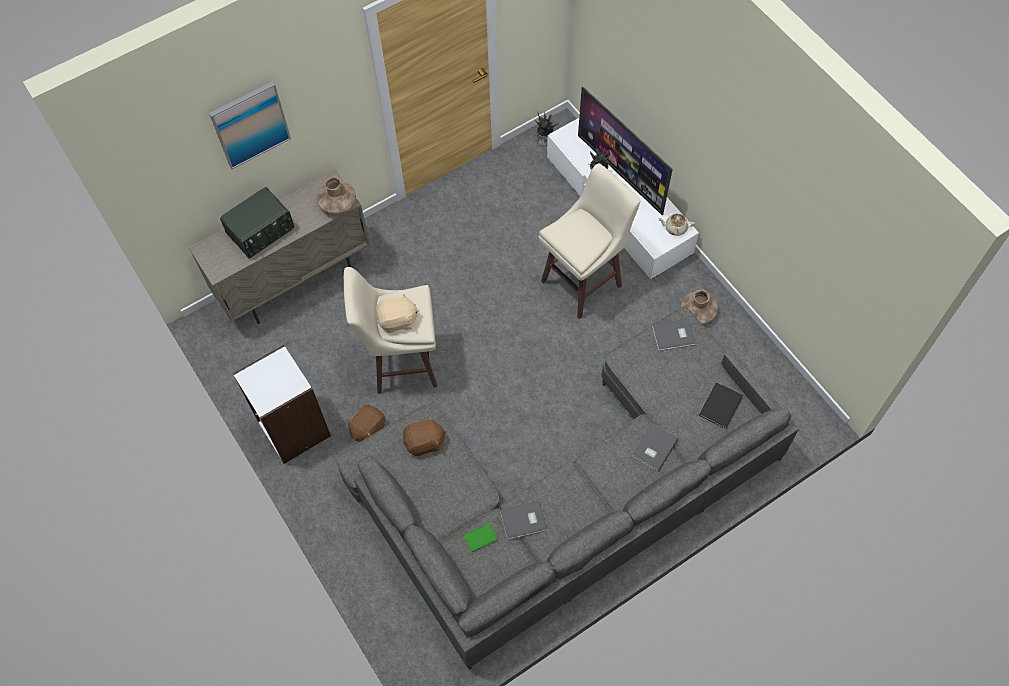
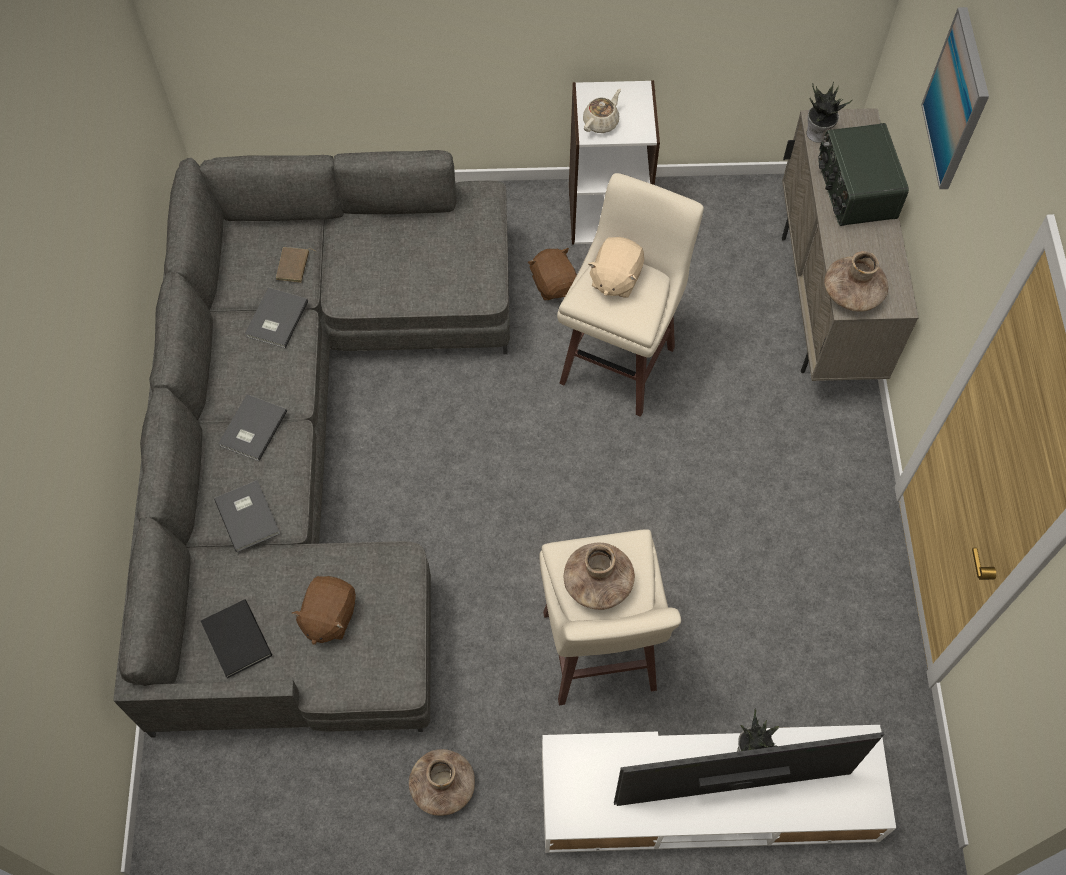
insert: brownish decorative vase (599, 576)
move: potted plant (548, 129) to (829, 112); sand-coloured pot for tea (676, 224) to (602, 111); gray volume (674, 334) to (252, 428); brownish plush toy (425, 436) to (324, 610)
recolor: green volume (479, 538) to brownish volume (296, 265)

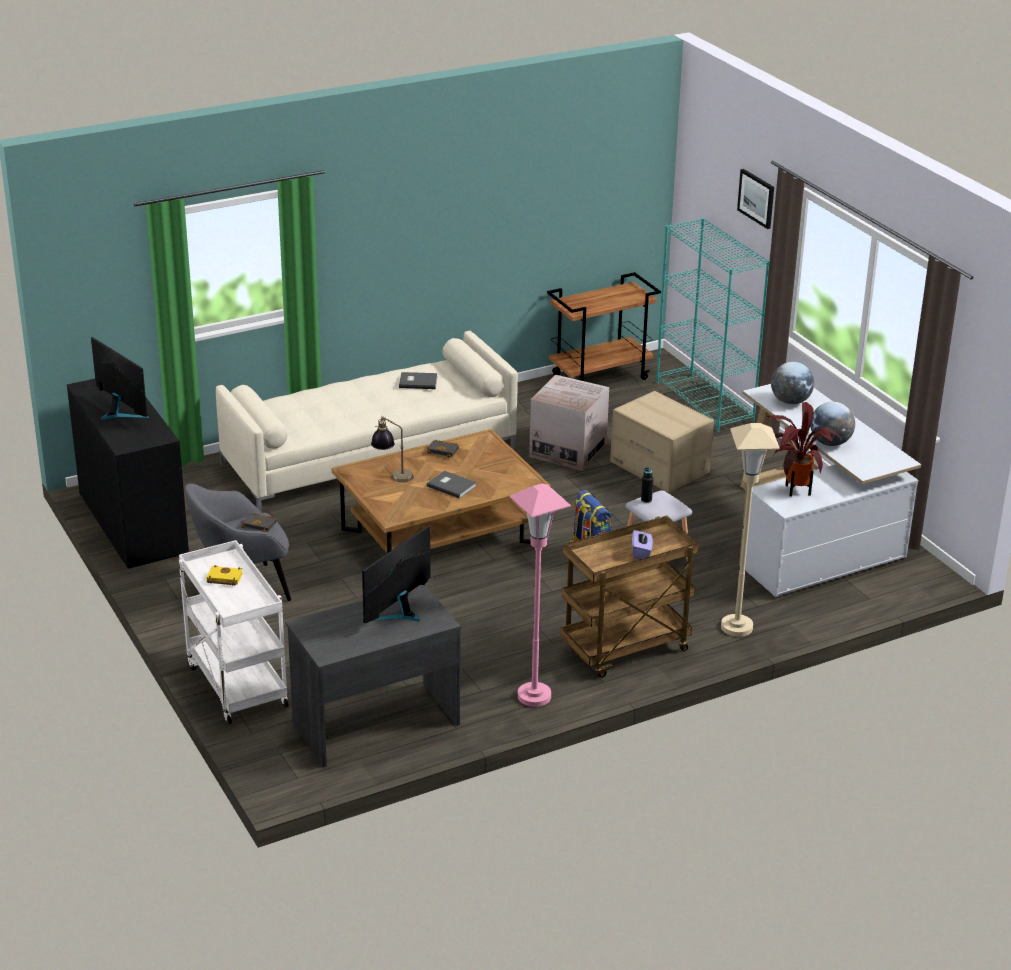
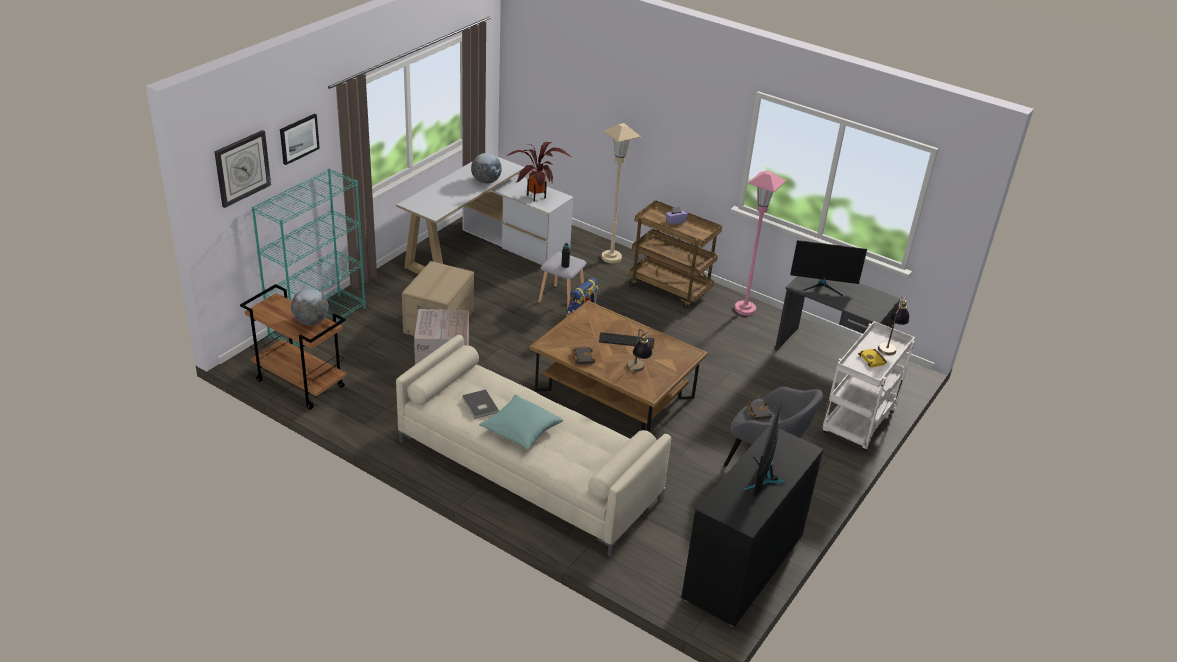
insert: wall clock (242, 169); tabletop lamp (893, 326); turquoise cushion (521, 422)
move: world globe (792, 383) to (310, 306)
replace: gray volume (452, 485) to keyboard (627, 340)

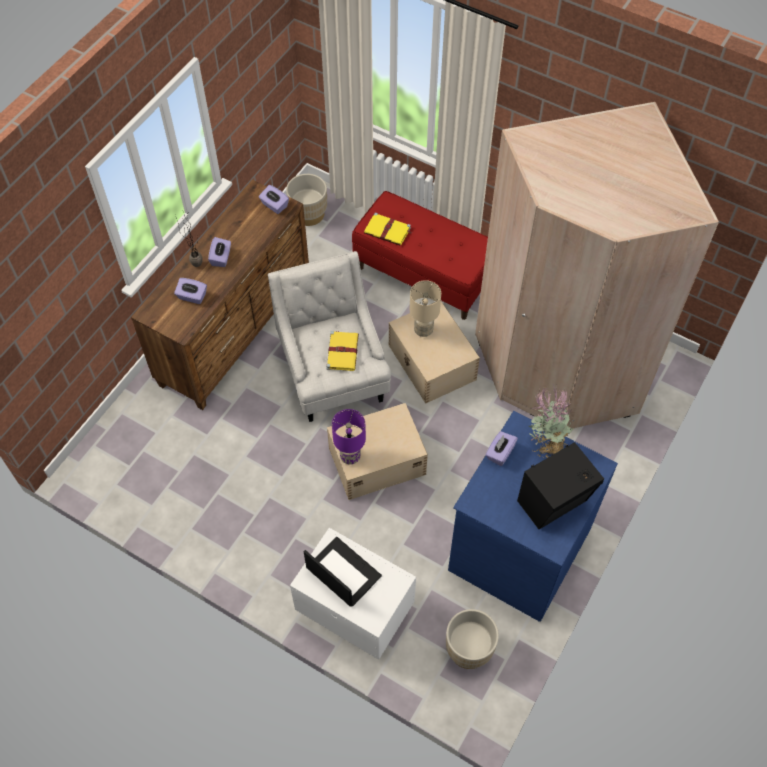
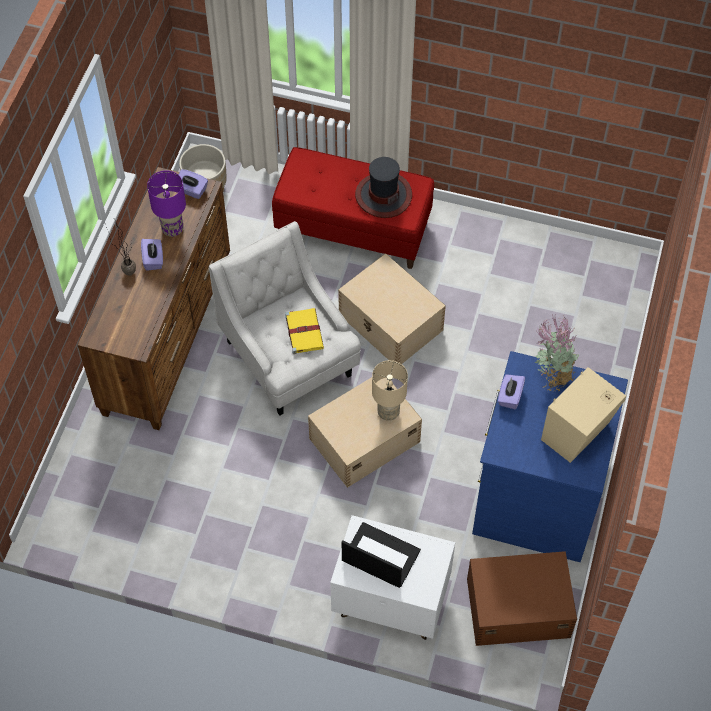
delete: sand-coloured clothes cupboard (597, 266); yellowish volume (388, 229); purple tissue holder (190, 291)
insert: wearable hat (383, 187)
move: sand-coloured tabletop lamp (425, 308) to (390, 390); purple tabletop lamp (349, 437) to (166, 204)
replace: sand-coloured planter (472, 639) to brownish storage box (522, 598)
recolor: blackish loudspeaker (560, 485) to sand-coloured loudspeaker (583, 415)

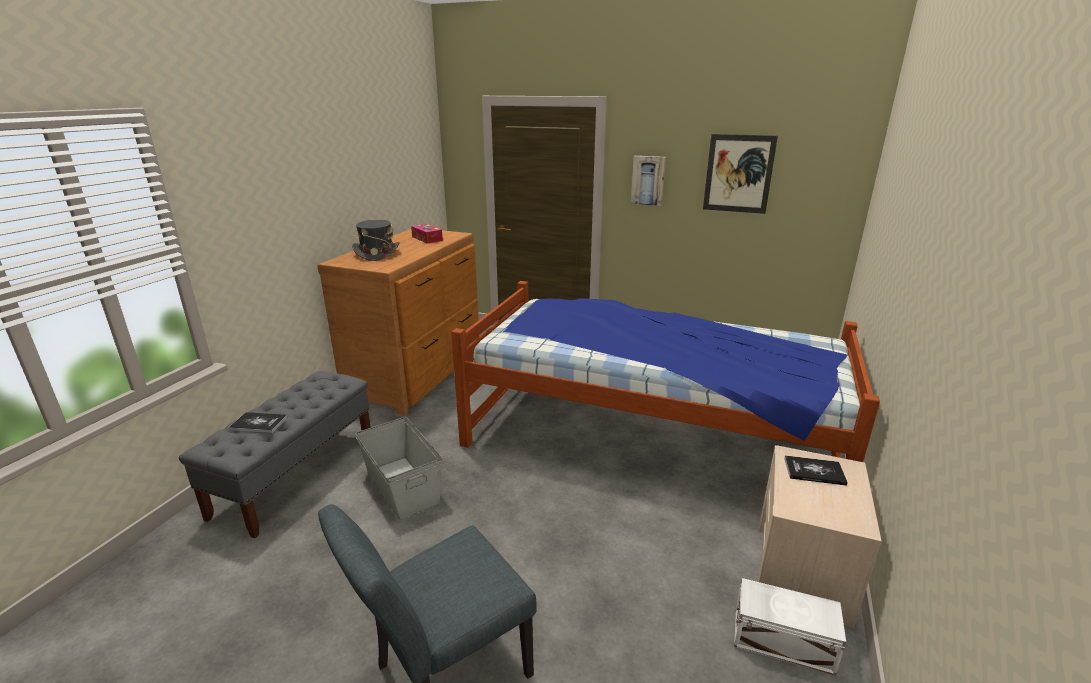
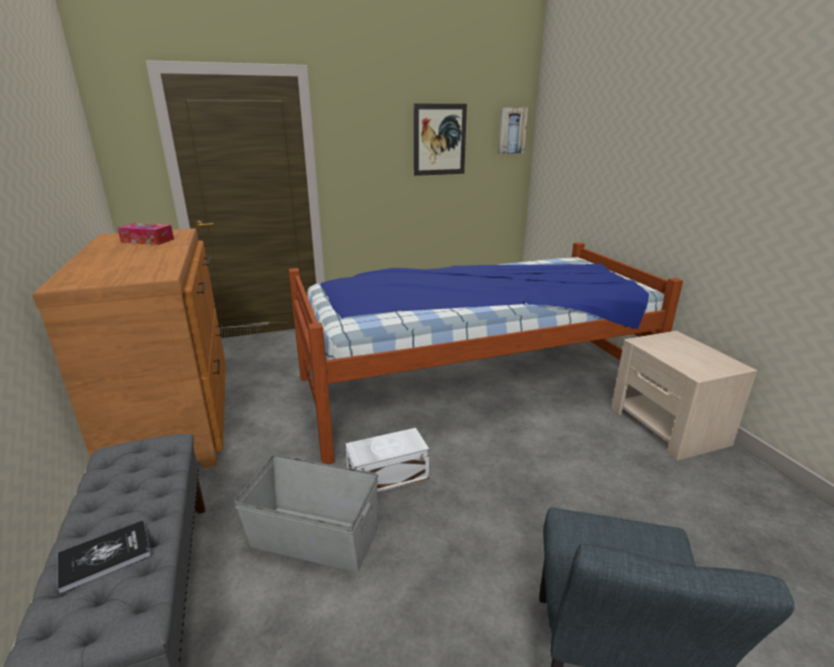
delete: gray wearable hat (375, 240); volume (816, 470)
move: picture (648, 181) to (513, 131); white storage box (790, 627) to (387, 460)

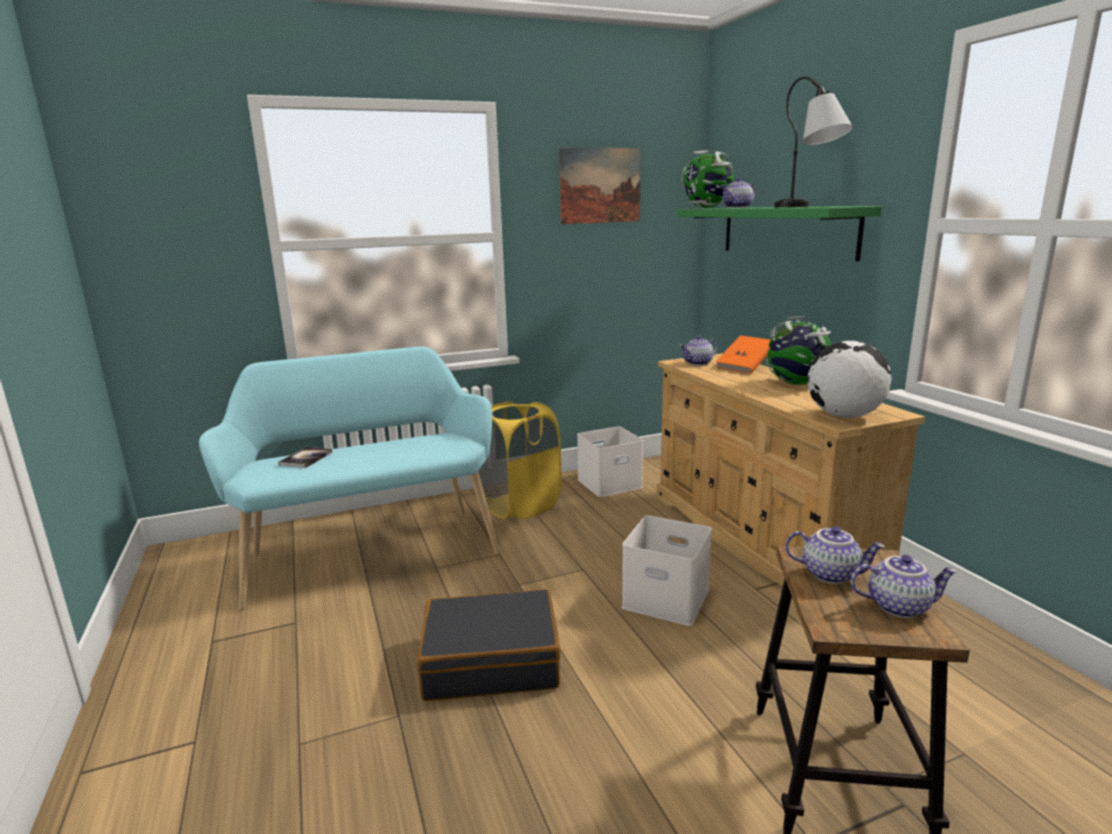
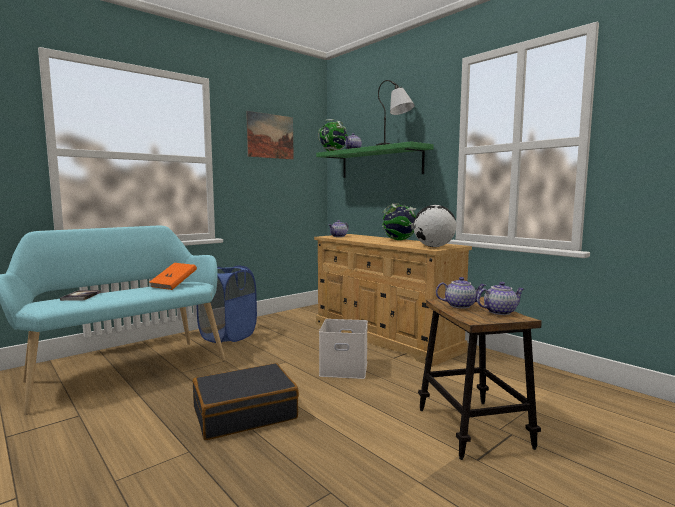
delete: white storage box (610, 461)
move: orange-coloured volume (743, 354) to (173, 276)
recolor: yellowish washing basket (520, 460) to blue-coloured washing basket (226, 304)

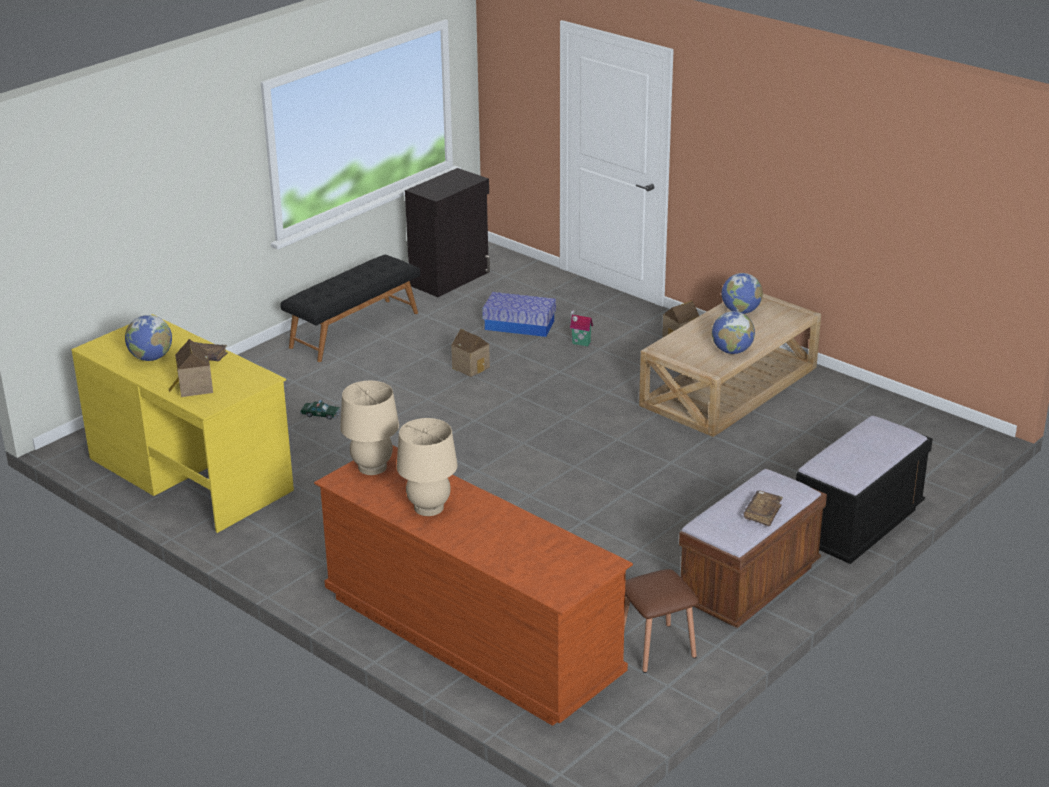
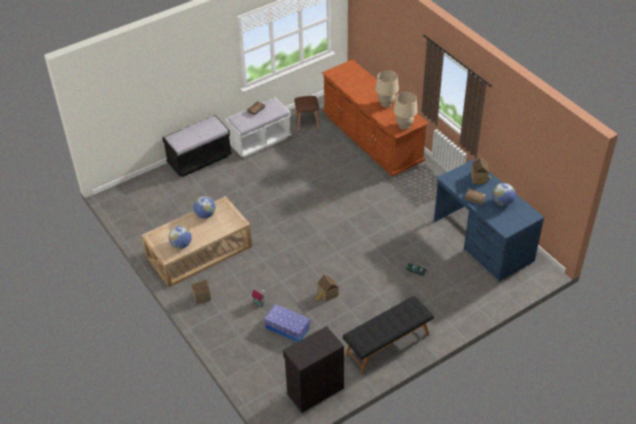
recolor: yellowish desk table (182, 423) to blue-coloured desk table (489, 220); brownish indoor bench (753, 548) to white indoor bench (258, 127)

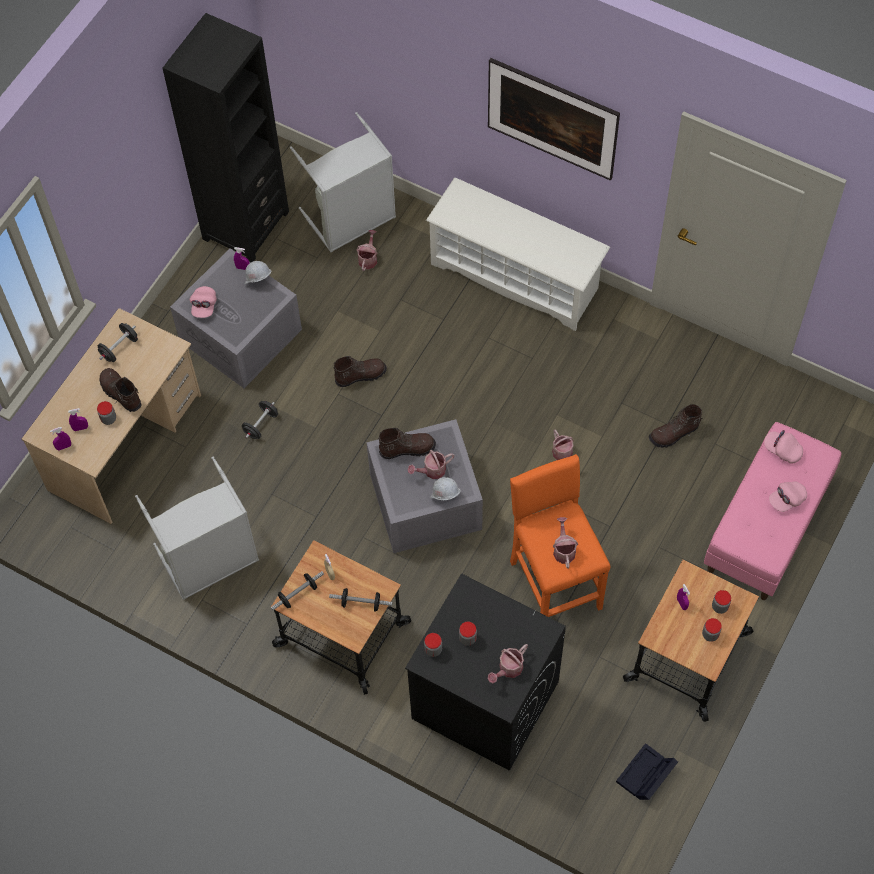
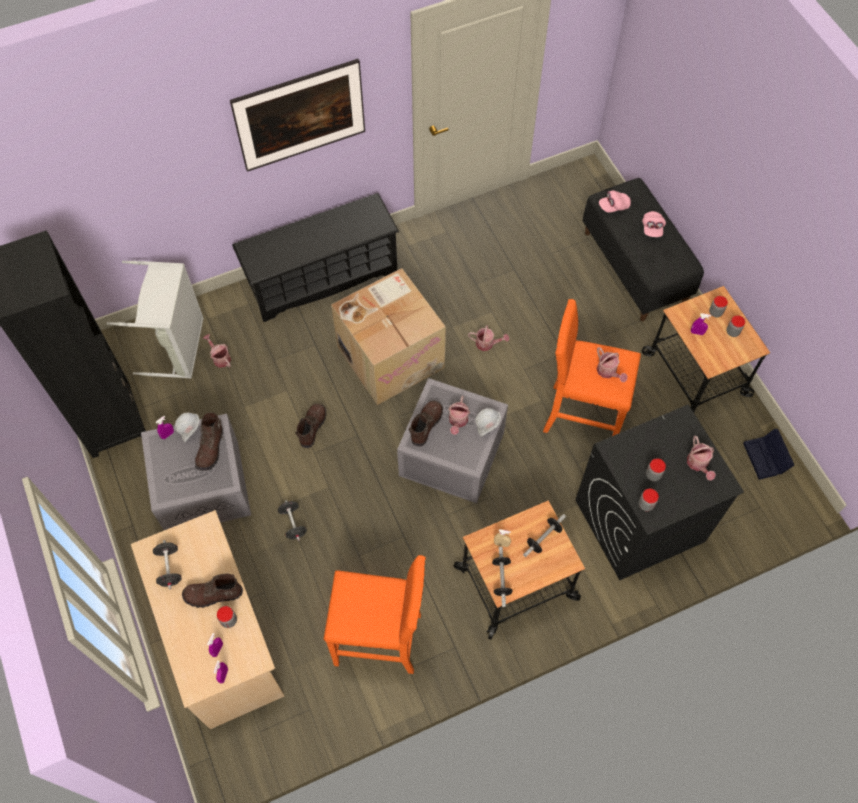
delete: pink baseball cap (203, 302)
insert: carton (388, 336)
move: brownish tall boot (675, 426) to (209, 441)
replace: gray washing basket (197, 528) to orange-coloured sitting stool (375, 614)
recolor: white shoe rack (518, 254) to blackish shoe rack (315, 257); pink indoor bench (772, 511) to blackish indoor bench (643, 249)
rotate: watering can (565, 543) = (611, 364) 150 degrees counterclockwise

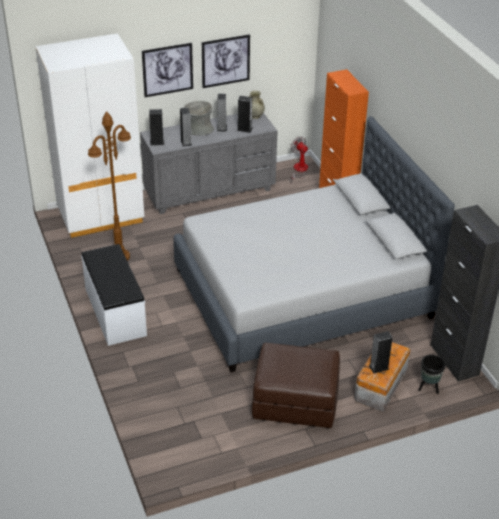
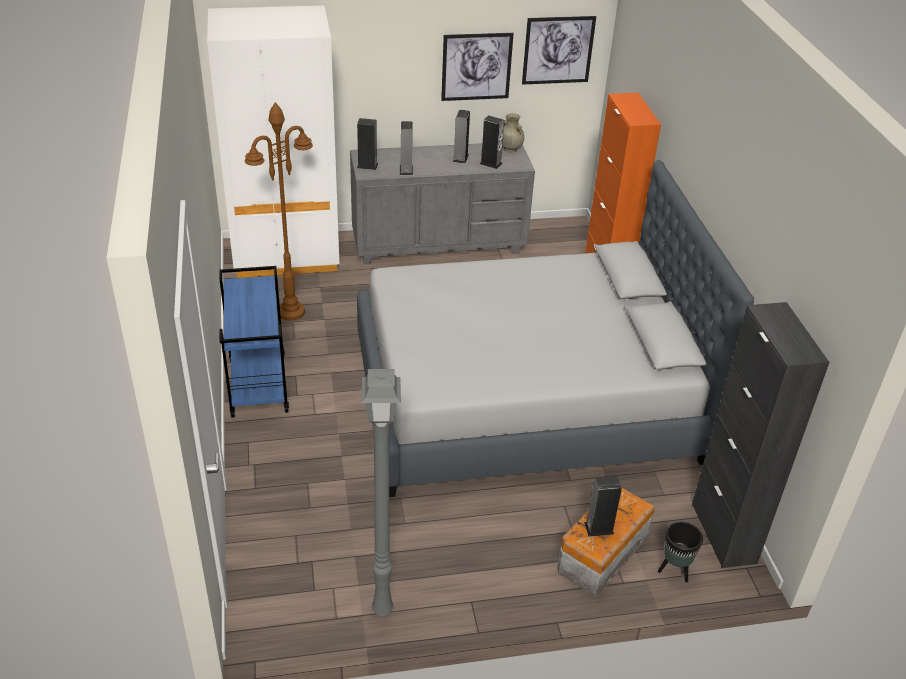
delete: gray decorative vase (198, 118); fan (298, 159); brownish pouffe (295, 385)
insert: gray floor lamp (381, 492)
move: picture (167, 70) to (559, 50)
replace: white indoor bench (114, 295) to blue-coloured trolley (254, 342)

